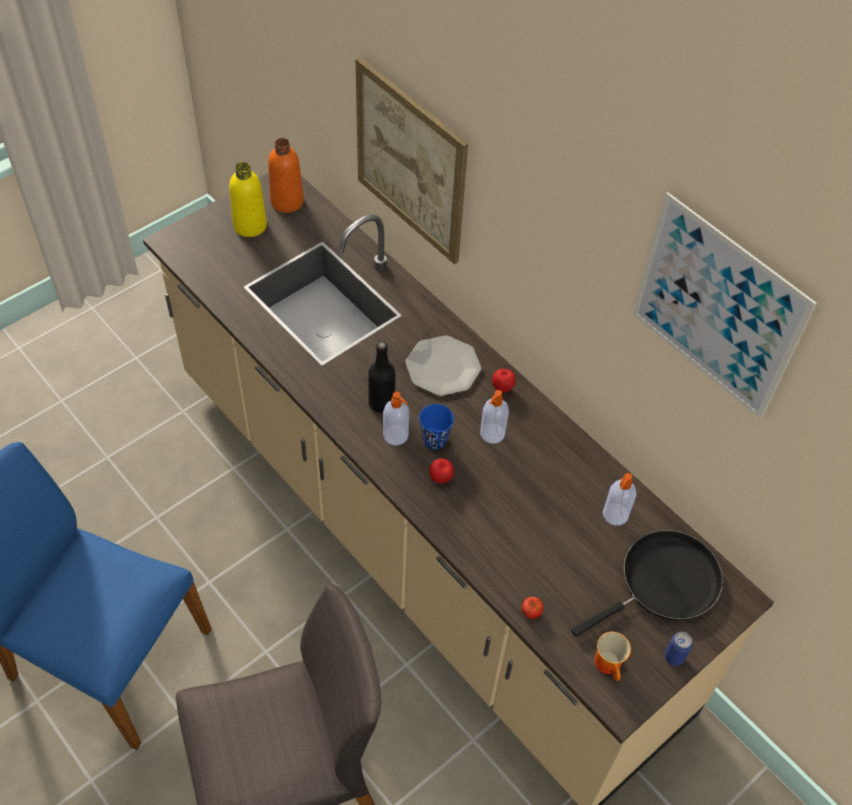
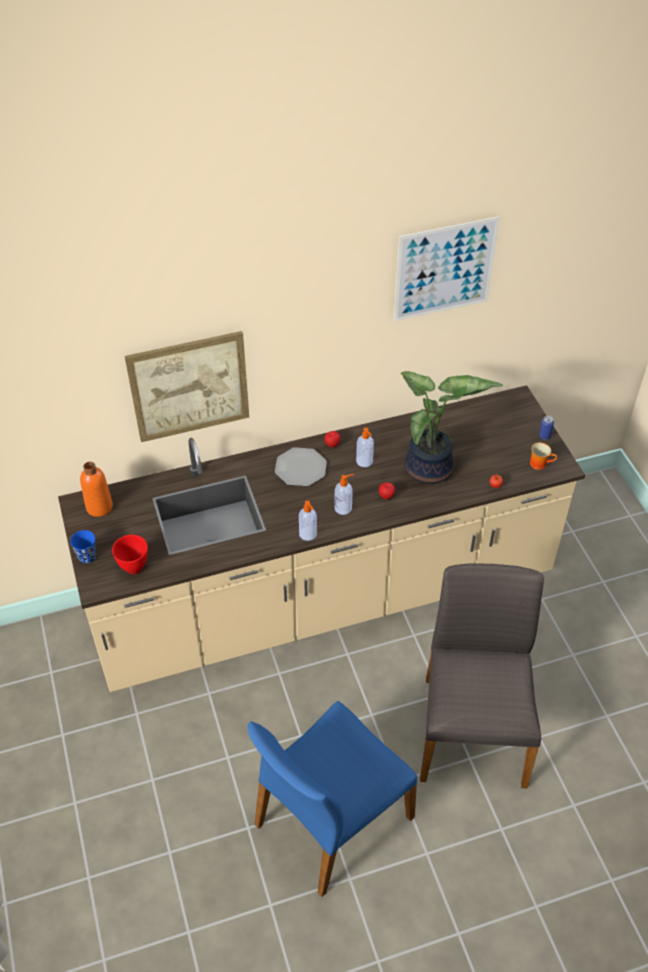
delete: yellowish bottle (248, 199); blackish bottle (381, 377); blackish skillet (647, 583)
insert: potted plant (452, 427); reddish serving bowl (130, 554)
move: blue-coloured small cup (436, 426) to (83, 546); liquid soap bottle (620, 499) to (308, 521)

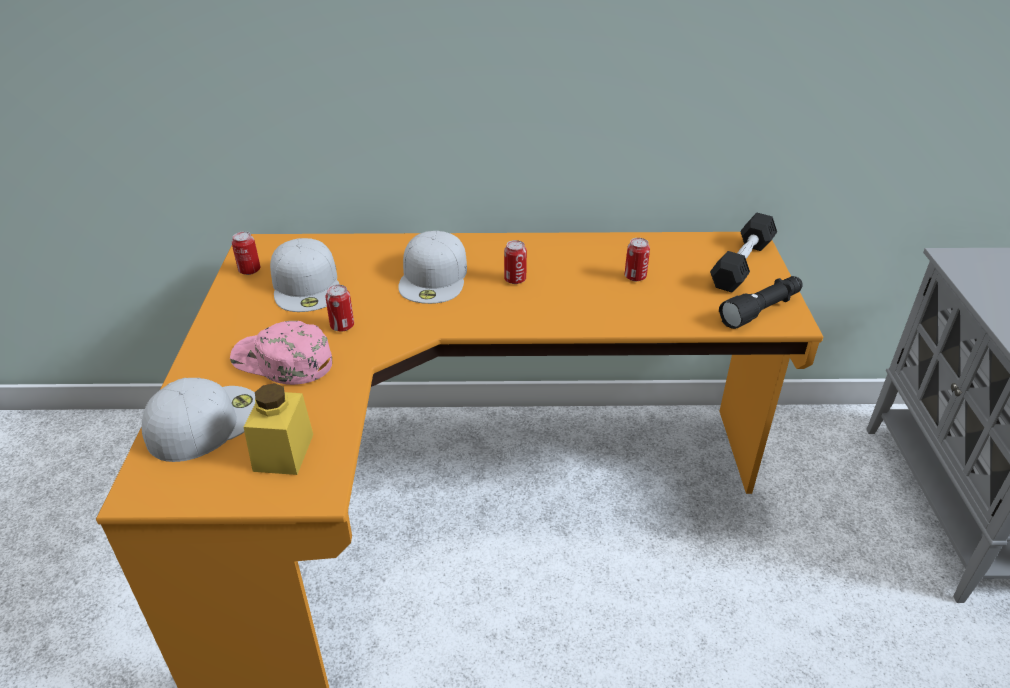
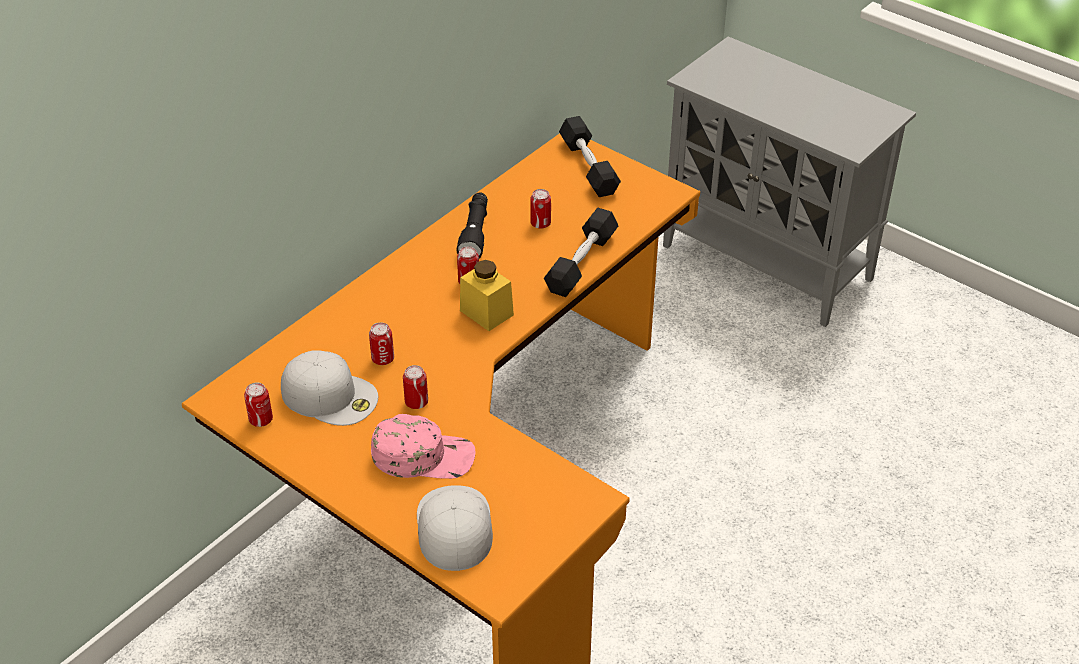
delete: white baseball cap (432, 267)
insert: blackish hand weight (581, 252); metal can (381, 343)
move: blackish flashlight (761, 302) to (472, 225); yellowish storage jar (278, 429) to (487, 295)
rotate: pink baseball cap (281, 353) = (423, 446) 150 degrees counterclockwise

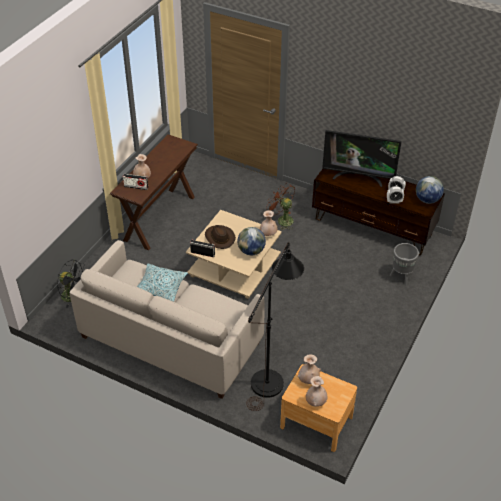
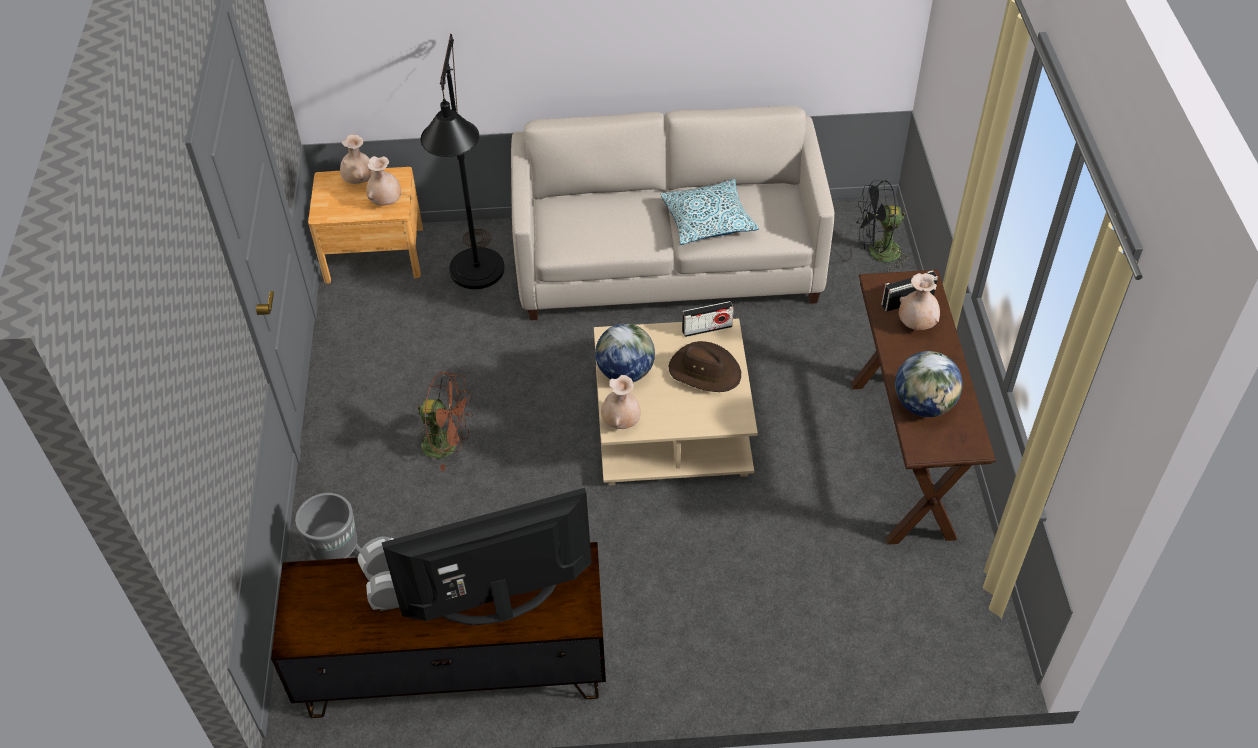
move: world globe (430, 190) to (929, 384); brownish fan (280, 206) to (444, 421)

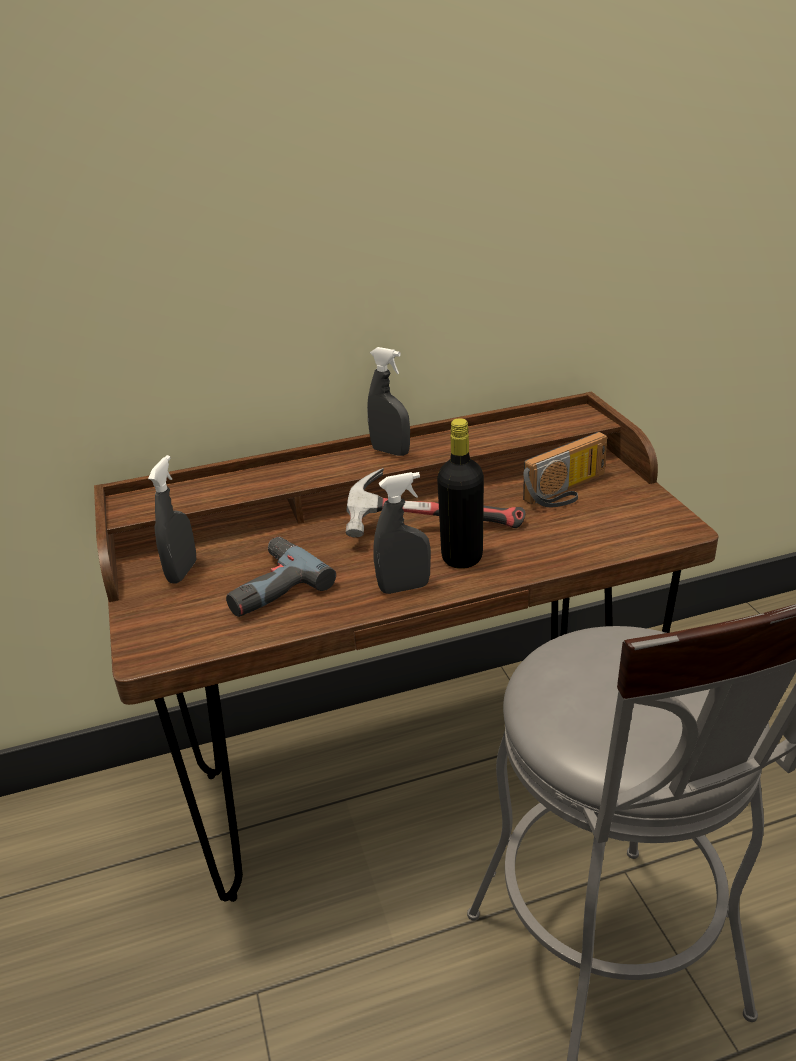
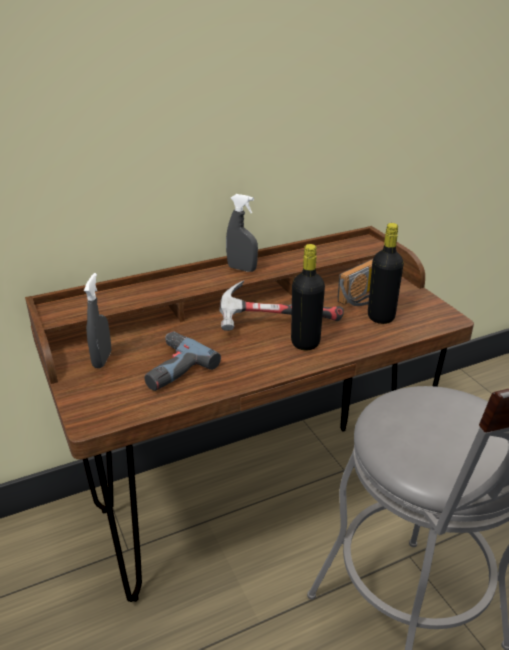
delete: gray sprayer (402, 533)
insert: blackish bottle (386, 273)

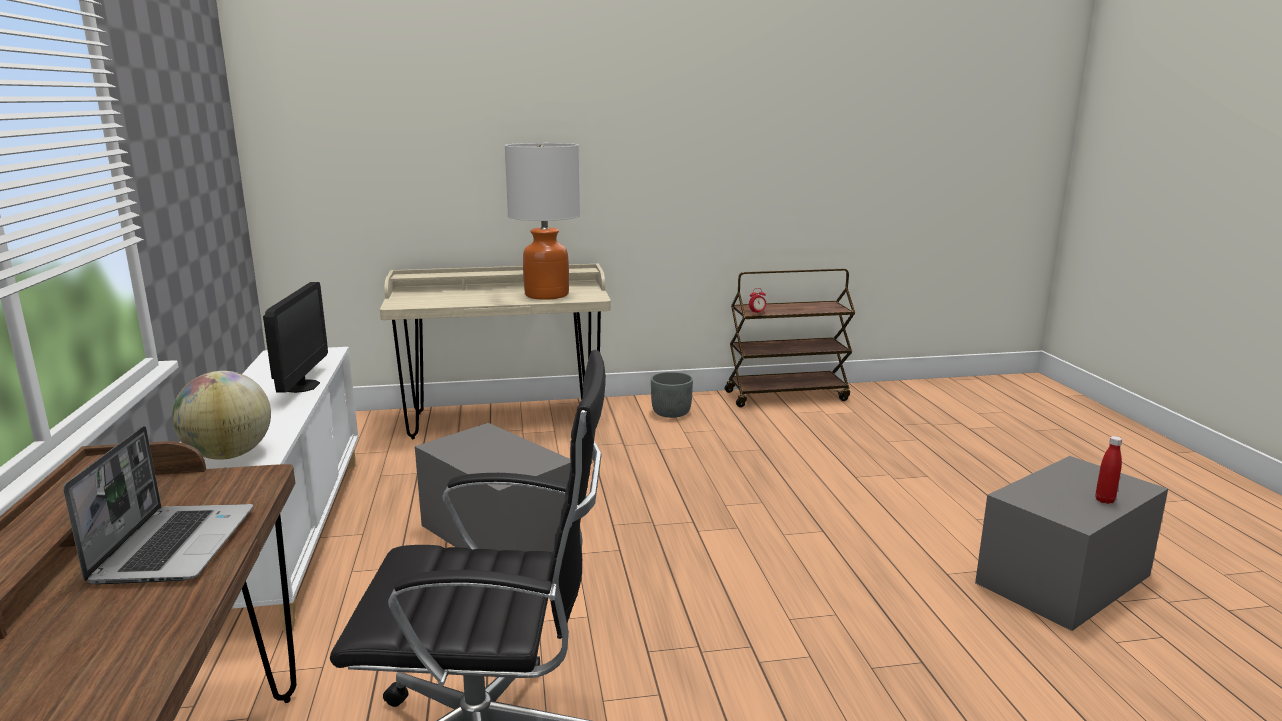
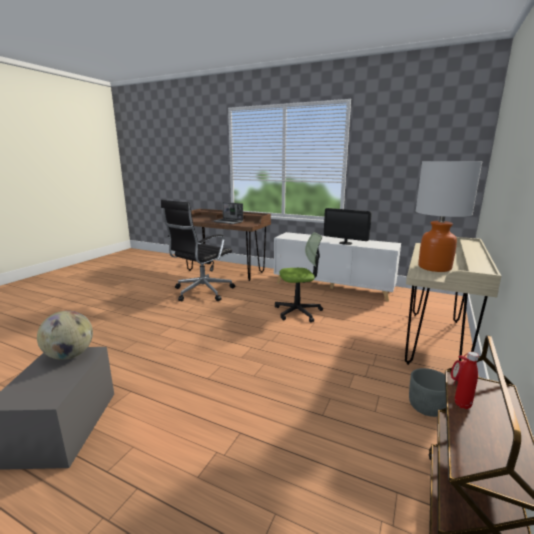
move: world globe (221, 415) to (65, 335); reddish bottle (1108, 470) to (467, 380)
replace: gray storage box (493, 488) to desk chair (299, 277)

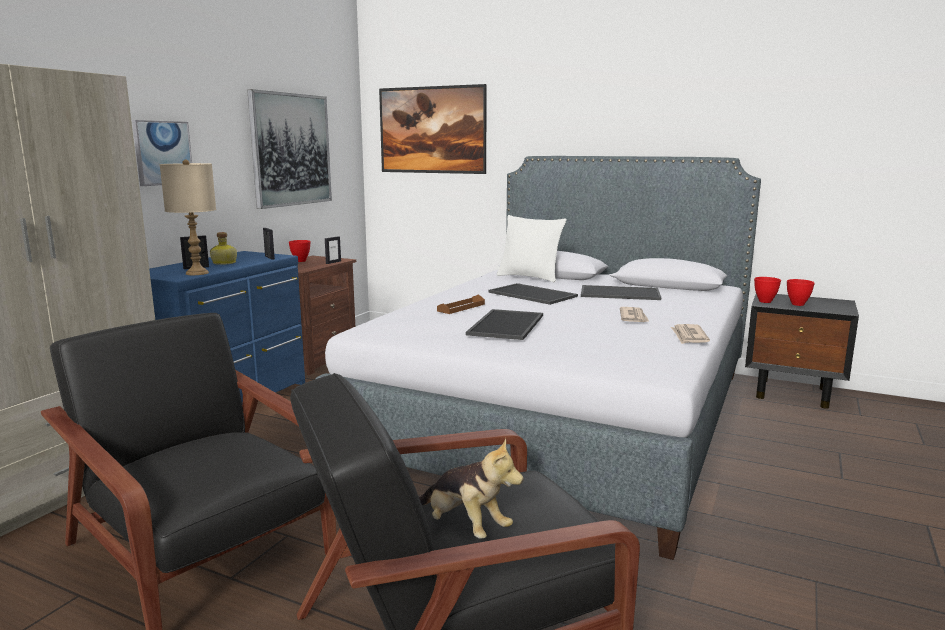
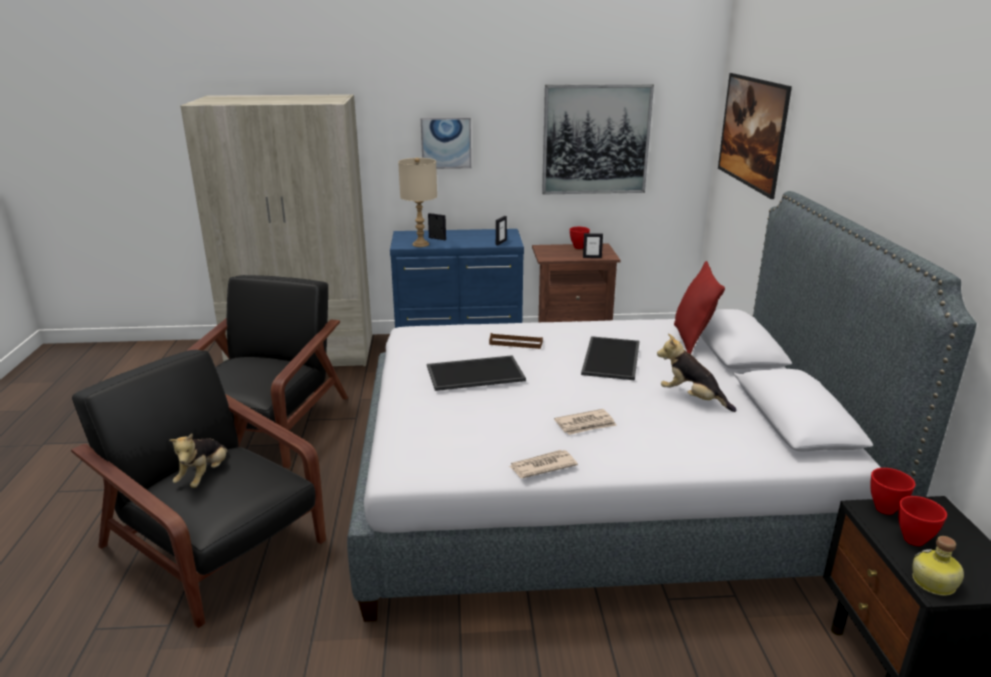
move: bottle (223, 248) to (938, 566)
replace: tray (621, 292) to plush toy (697, 372)
recolor: white cushion (531, 248) to reddish cushion (699, 307)

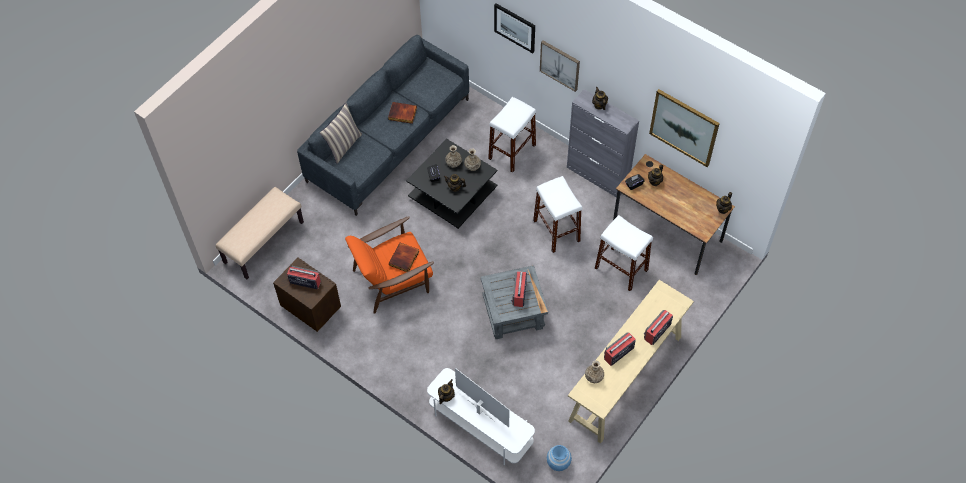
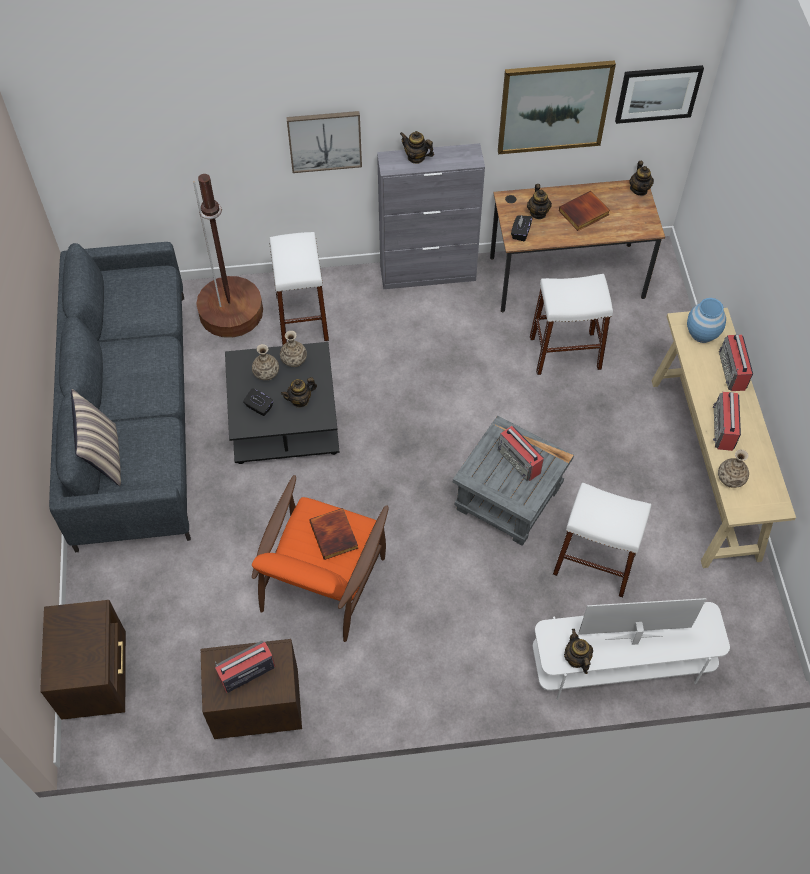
insert: brownish floor lamp (228, 256)
move: picture (514, 28) to (659, 94); volume (402, 113) to (584, 211); white sitting stool (557, 214) to (602, 540); blue-coloured decorative vase (559, 458) to (706, 320)
replace: sand-coloured indoor bench (259, 233) to brownish nightstand (83, 660)

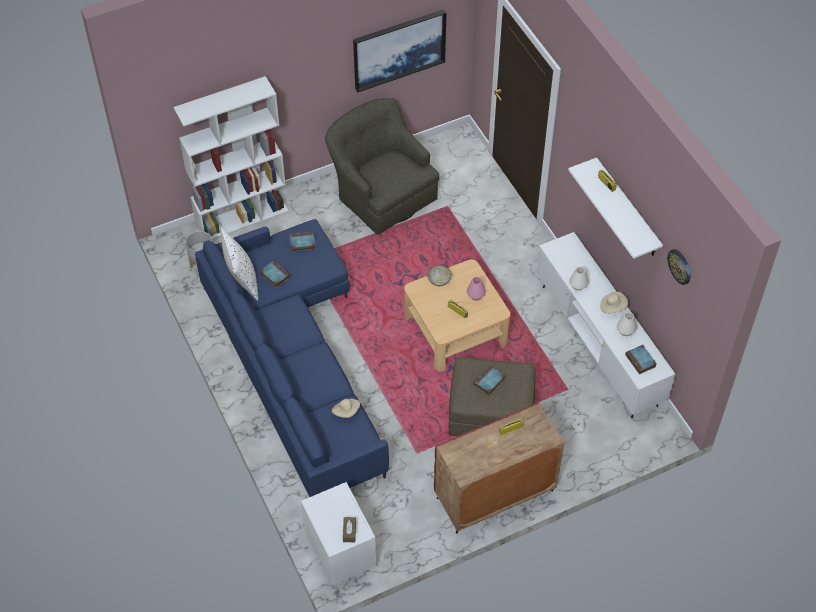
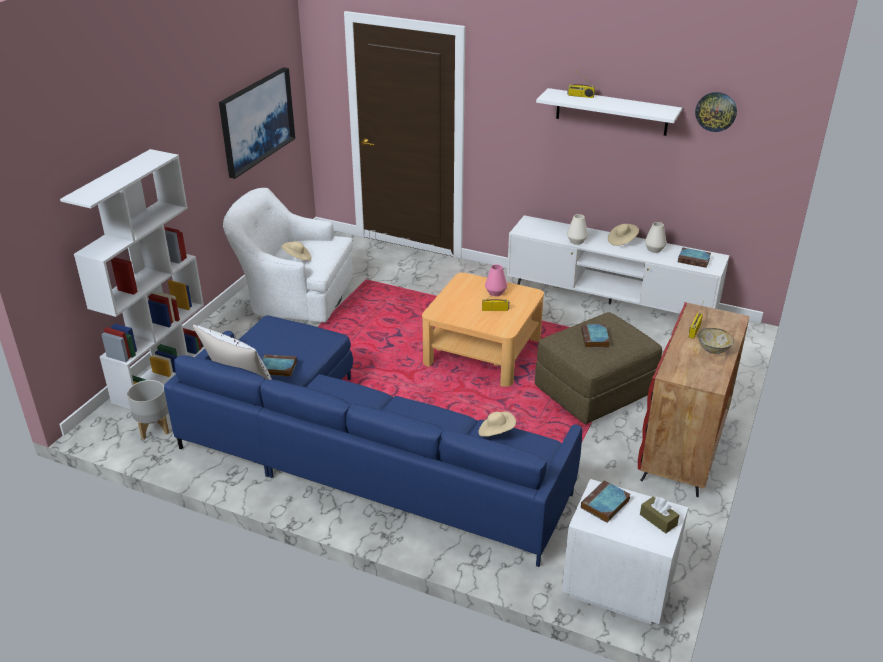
insert: sand-coloured wearable hat (296, 251)
move: volume (302, 241) to (605, 501); serving bowl (439, 275) to (716, 341)
recolor: green easy chair (382, 166) to white easy chair (288, 255)

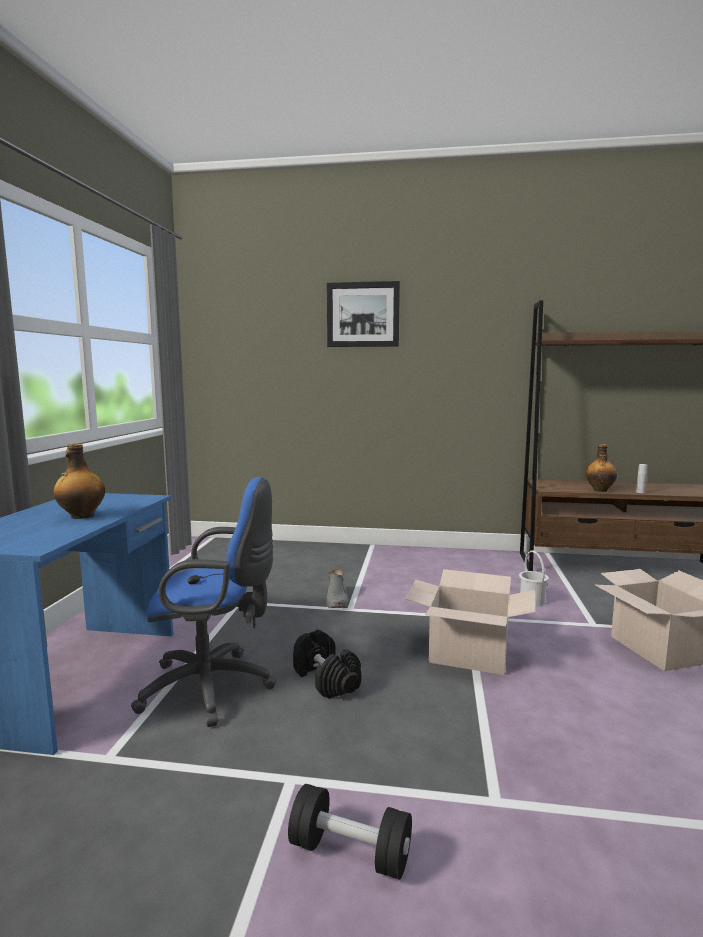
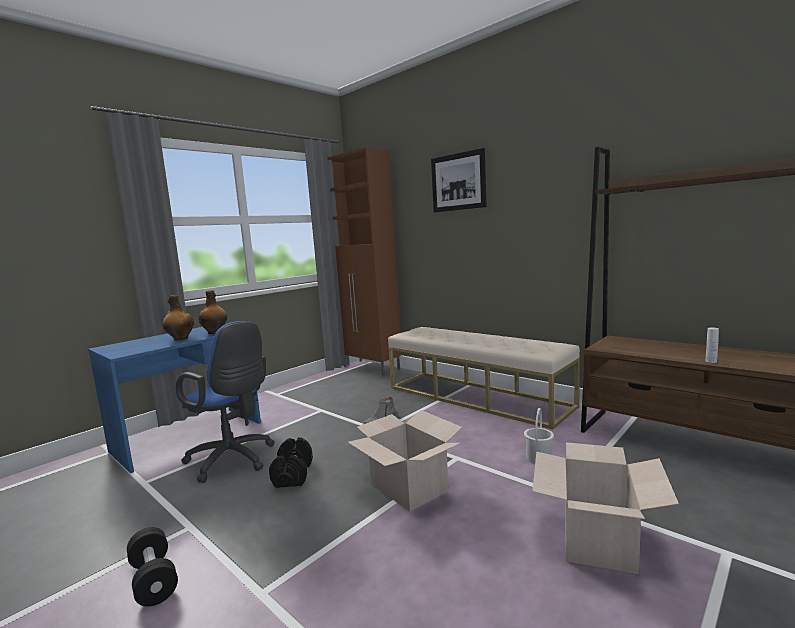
insert: brownish cabinet (364, 261); sand-coloured indoor bench (484, 378)
move: bottle (601, 468) to (212, 312)

